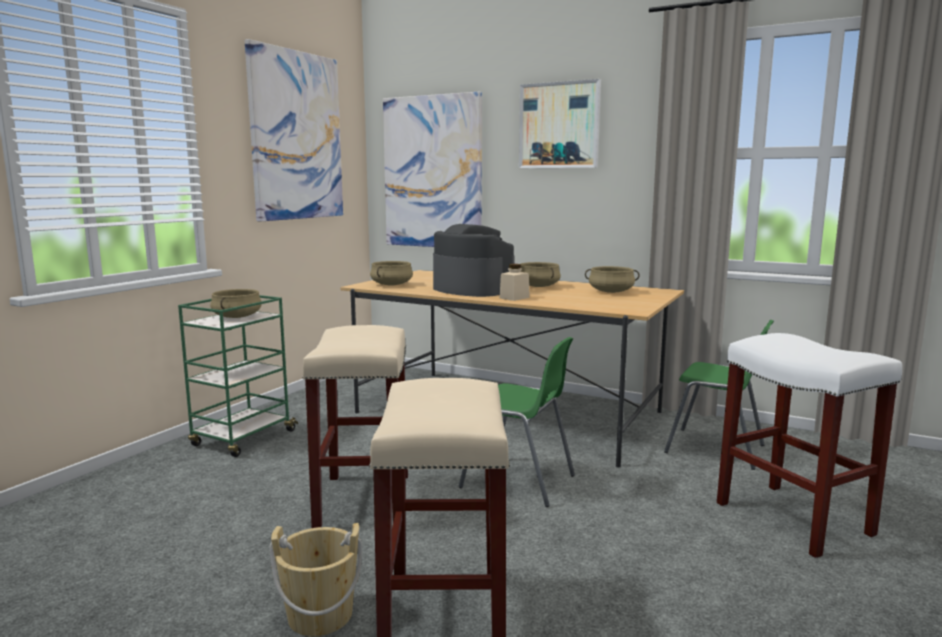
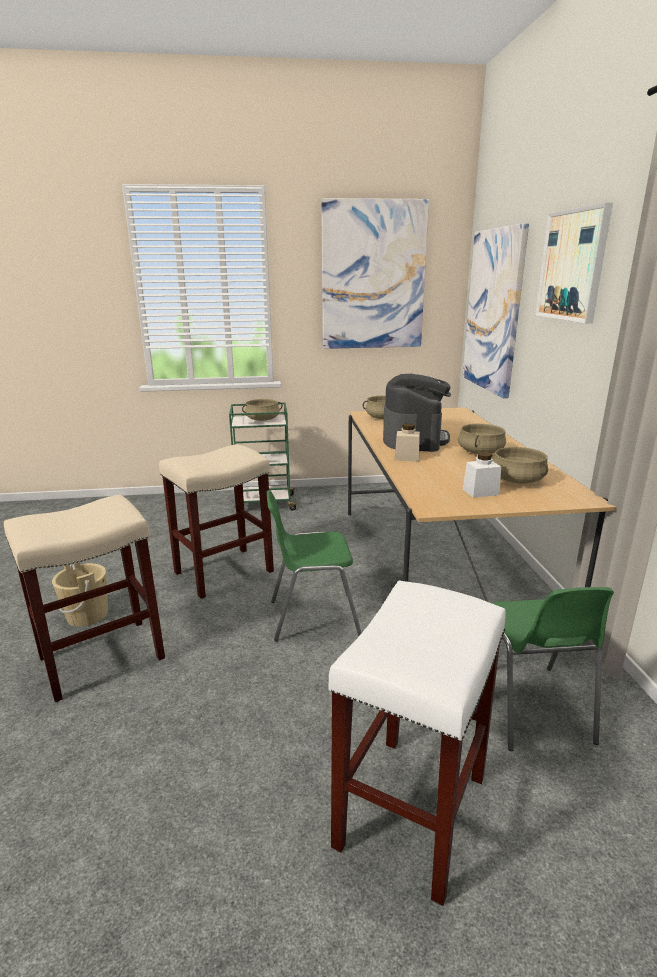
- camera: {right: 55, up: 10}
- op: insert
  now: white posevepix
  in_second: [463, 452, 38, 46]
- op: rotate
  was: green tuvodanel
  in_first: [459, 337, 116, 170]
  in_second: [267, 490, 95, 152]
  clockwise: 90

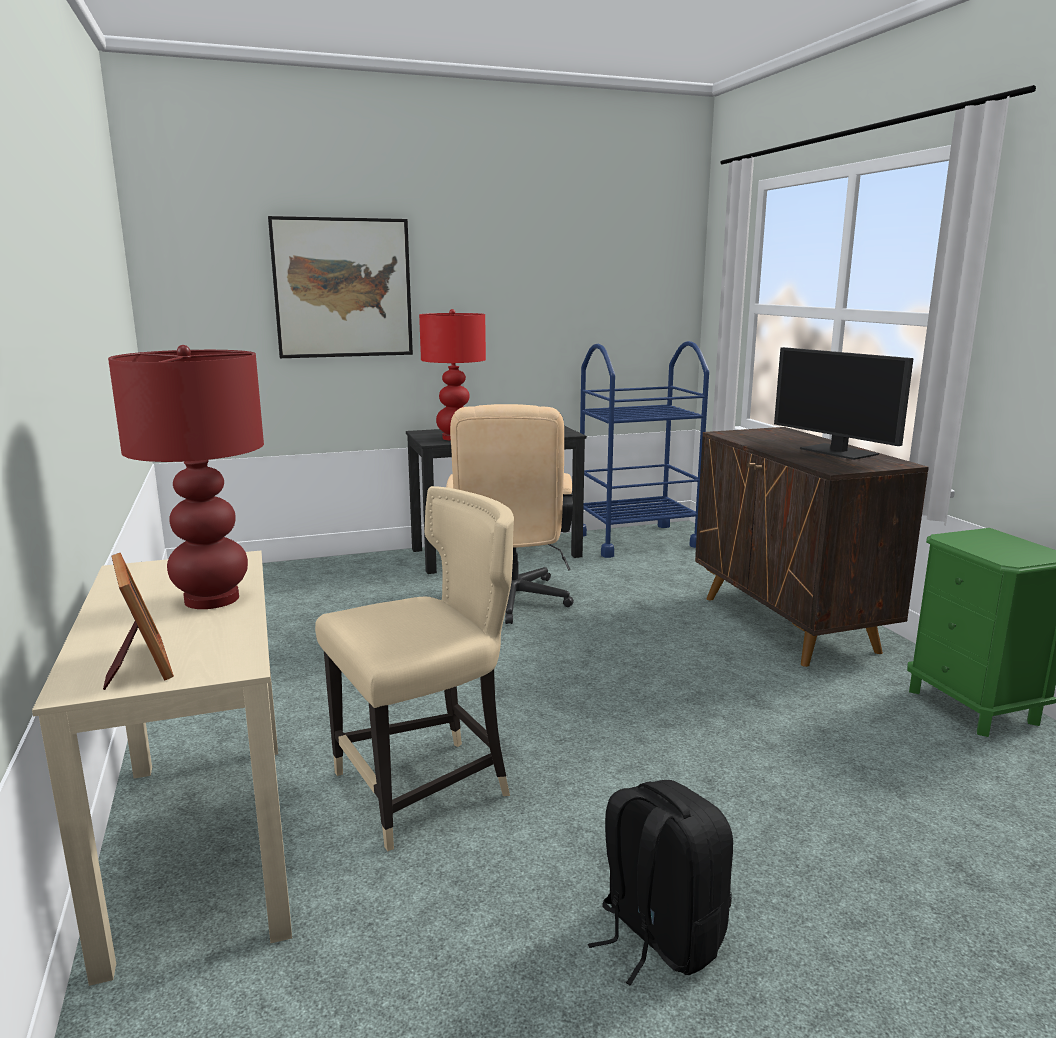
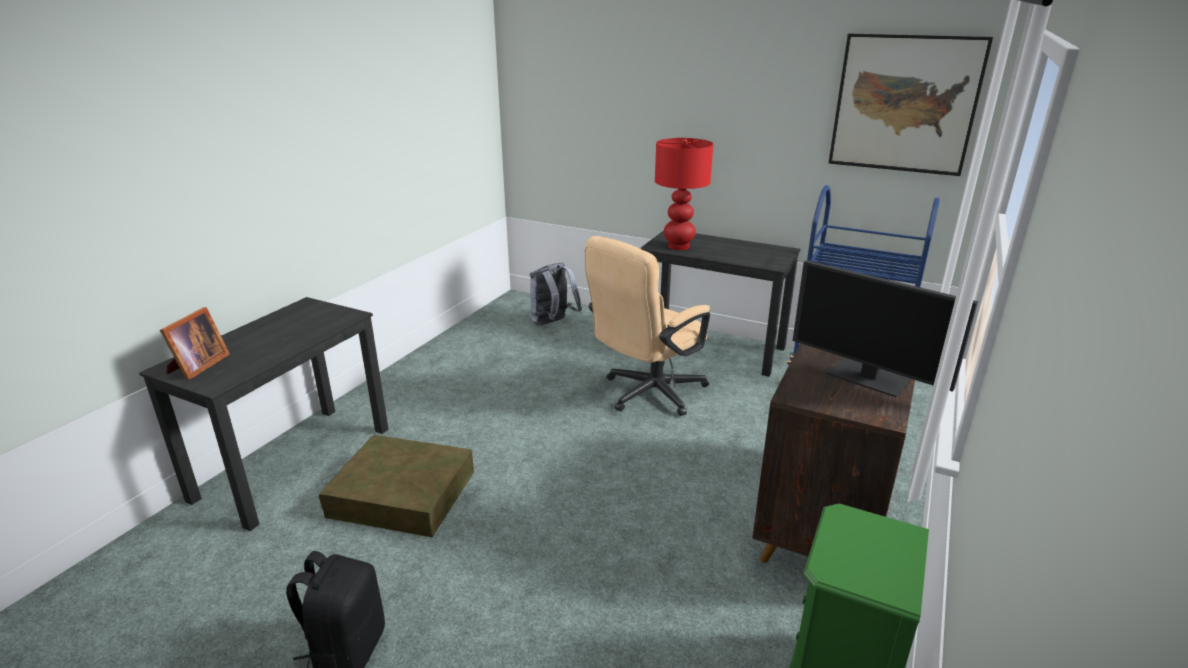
- camera: {right: 45, up: 10}
- op: delete
  was: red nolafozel
  in_first: [108, 345, 156, 264]
- op: insert
  now: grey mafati
  in_second: [530, 263, 52, 62]
- op: move
  was: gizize
  in_first: [268, 216, 145, 142]
  in_second: [829, 34, 164, 142]
- op: replace
  was: beige tuvodanel
  now: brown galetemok
  in_first: [315, 486, 199, 365]
  in_second: [319, 435, 155, 102]
- op: recolor
  was: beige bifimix
  now: black bifimix
  in_first: [32, 551, 260, 435]
  in_second: [139, 297, 249, 234]
- op: rotate
  was: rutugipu
  in_first: [774, 347, 140, 113]
  in_second: [793, 260, 185, 137]
  clockwise: -60

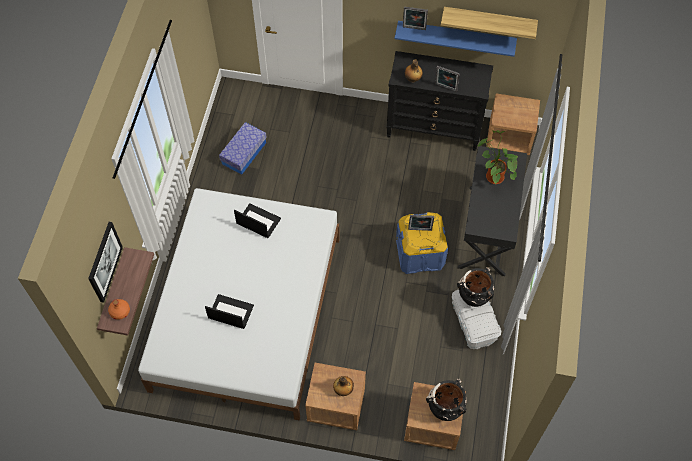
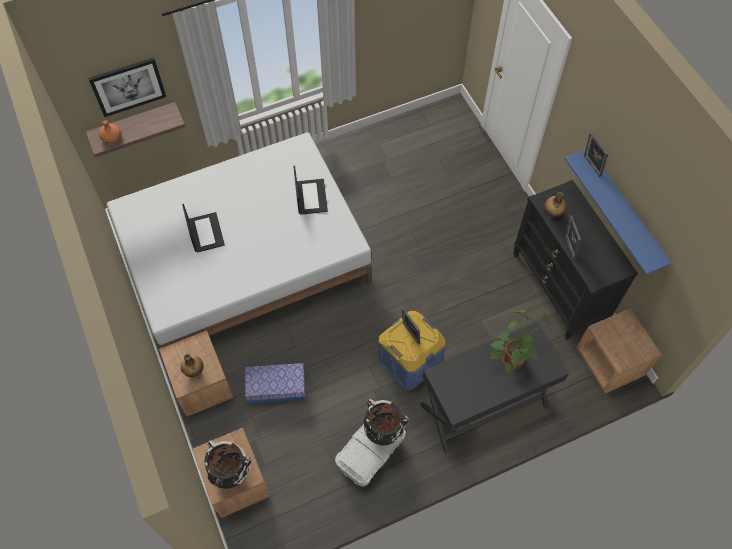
- camera: {right: 55, up: 0}
- op: delete
  was: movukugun
  in_first: [441, 7, 97, 32]
- op: move
  was: galetemok
  in_first: [219, 122, 48, 53]
  in_second: [245, 363, 60, 41]

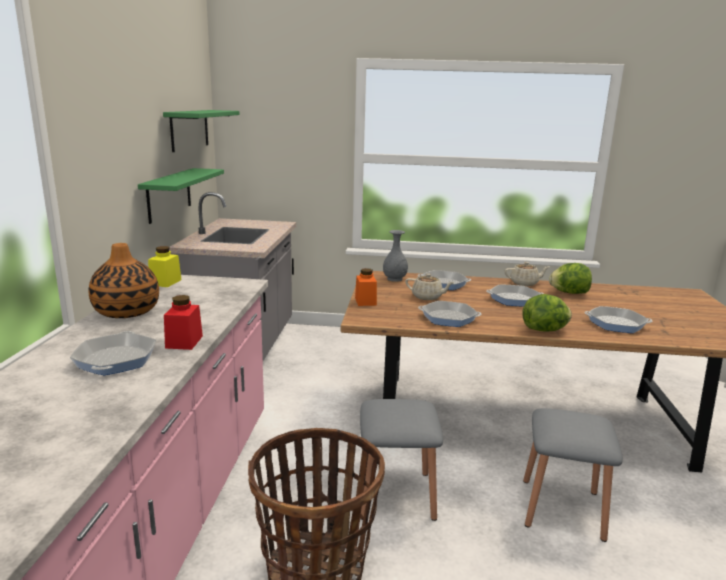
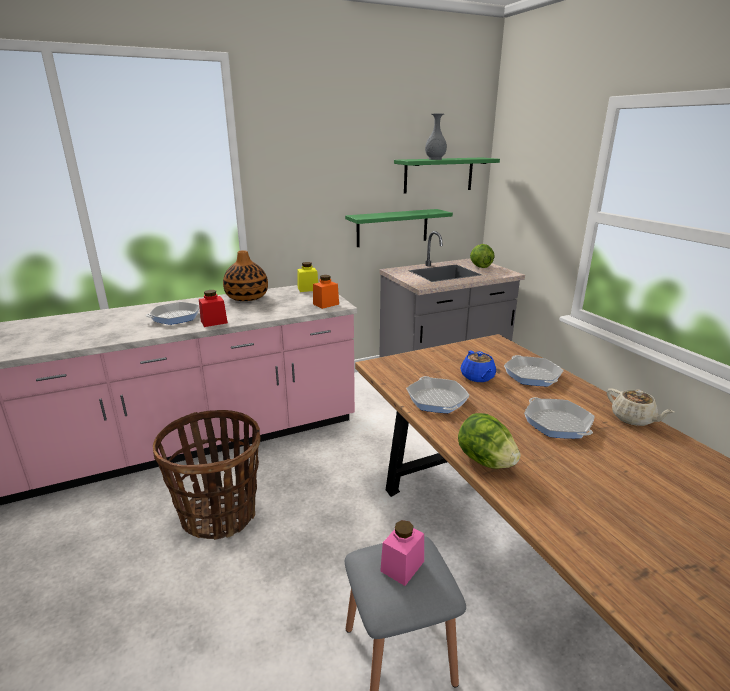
- camera: {right: 60, up: 5}
- op: delete
  was: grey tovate
  in_first: [360, 399, 83, 122]
- op: delete
  was: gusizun
  in_first: [584, 306, 69, 27]
- op: insert
  now: pink posevepix
  in_second: [380, 520, 44, 66]
- op: move
  was: orange posevepix
  in_first: [355, 268, 22, 38]
  in_second: [313, 275, 26, 34]
- op: move
  was: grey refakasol
  in_first: [383, 230, 25, 52]
  in_second: [425, 114, 22, 46]
- op: move
  was: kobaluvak
  in_first: [549, 263, 43, 31]
  in_second: [470, 244, 25, 24]
- op: recolor
  was: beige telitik
  now: blue telitik
  in_first: [405, 274, 50, 26]
  in_second: [461, 351, 35, 31]

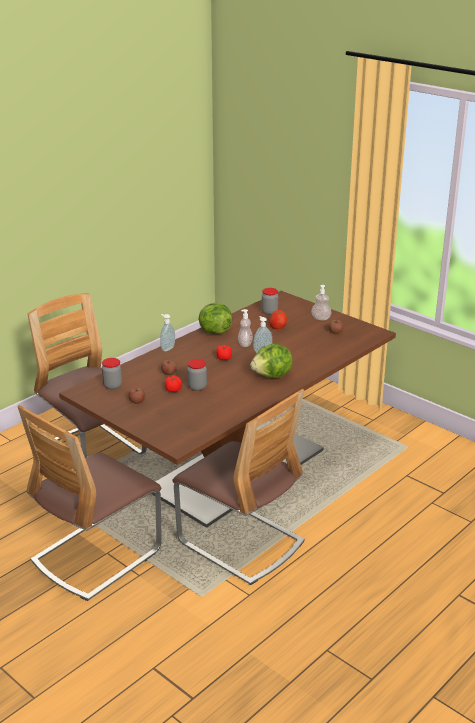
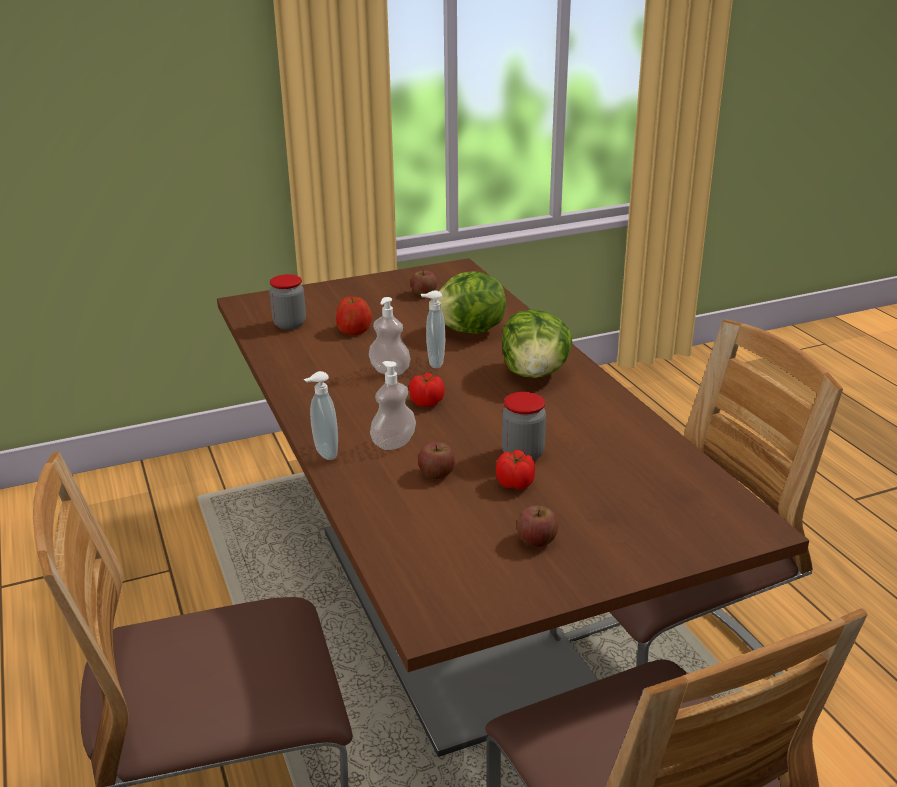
- camera: {right: -65, up: 0}
- op: delete
  was: posevepix
  in_first: [102, 358, 20, 31]
- op: move
  was: kobaluvak
  in_first: [199, 303, 33, 31]
  in_second: [429, 271, 77, 63]
- op: move
  was: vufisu
  in_first: [311, 285, 21, 35]
  in_second: [370, 361, 46, 89]

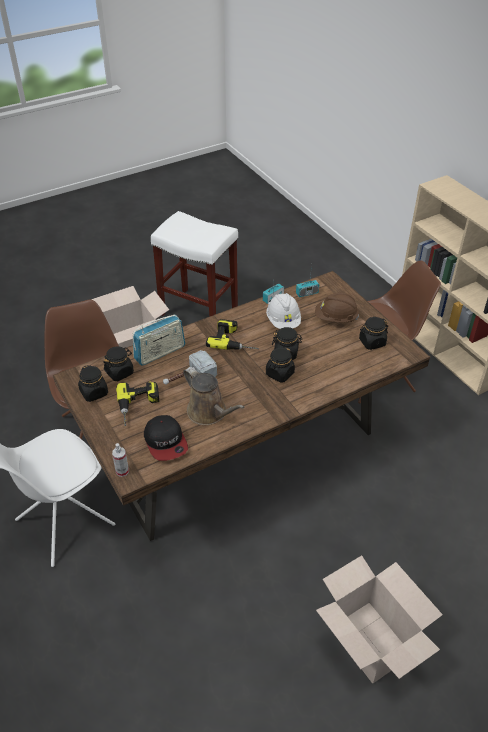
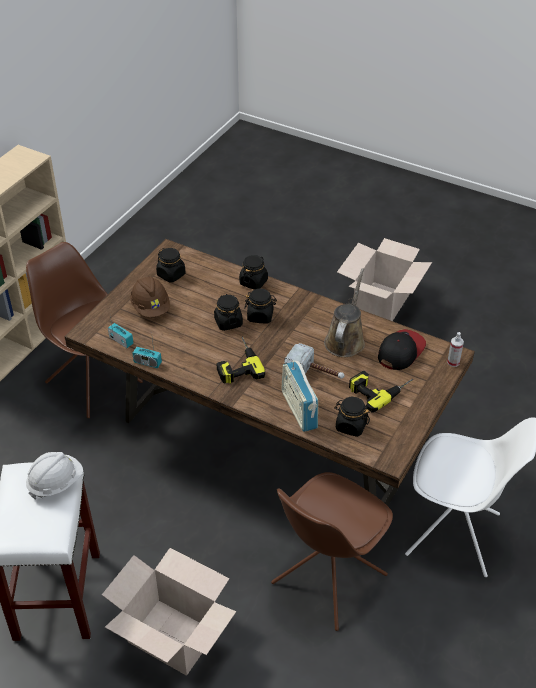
- camera: {right: -120, up: 0}
- op: move
  was: black posevepix
  in_first: [78, 365, 30, 37]
  in_second: [239, 255, 29, 35]
- op: move
  was: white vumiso
  in_first: [266, 293, 35, 36]
  in_second: [26, 452, 57, 47]
- op: rotate
  was: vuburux
  in_first: [133, 314, 52, 52]
  in_second: [281, 360, 37, 72]
  clockwise: -135

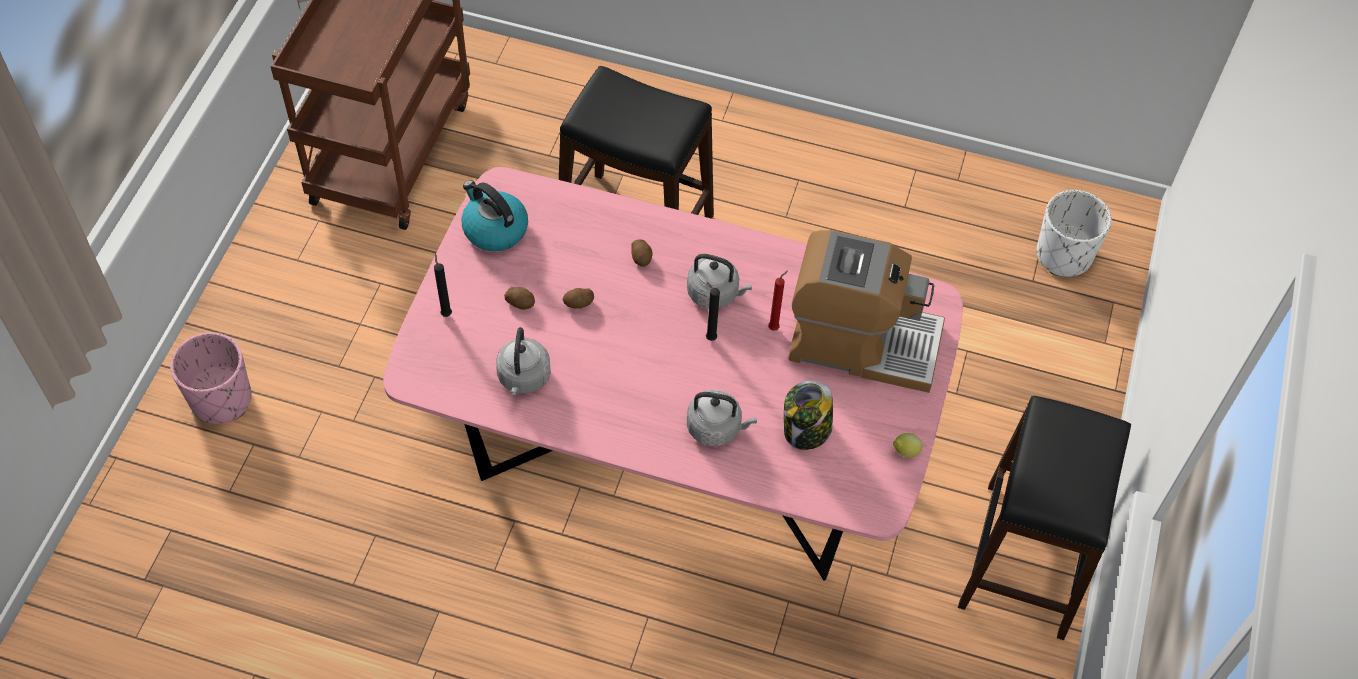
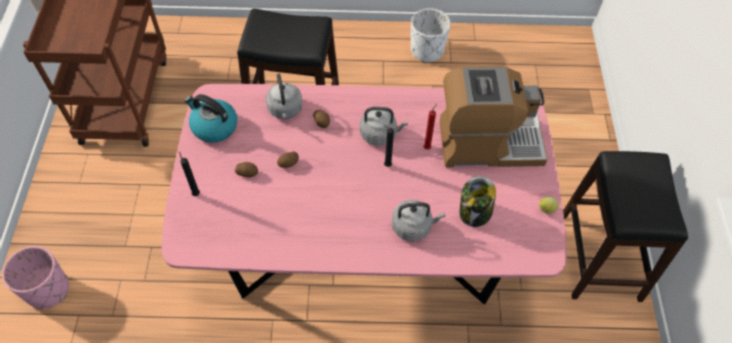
- camera: {right: -15, up: 0}
- op: move
  was: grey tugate
  in_first: [496, 327, 55, 68]
  in_second: [266, 73, 36, 46]
- op: move
  was: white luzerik
  in_first: [1037, 190, 75, 87]
  in_second: [411, 8, 40, 55]

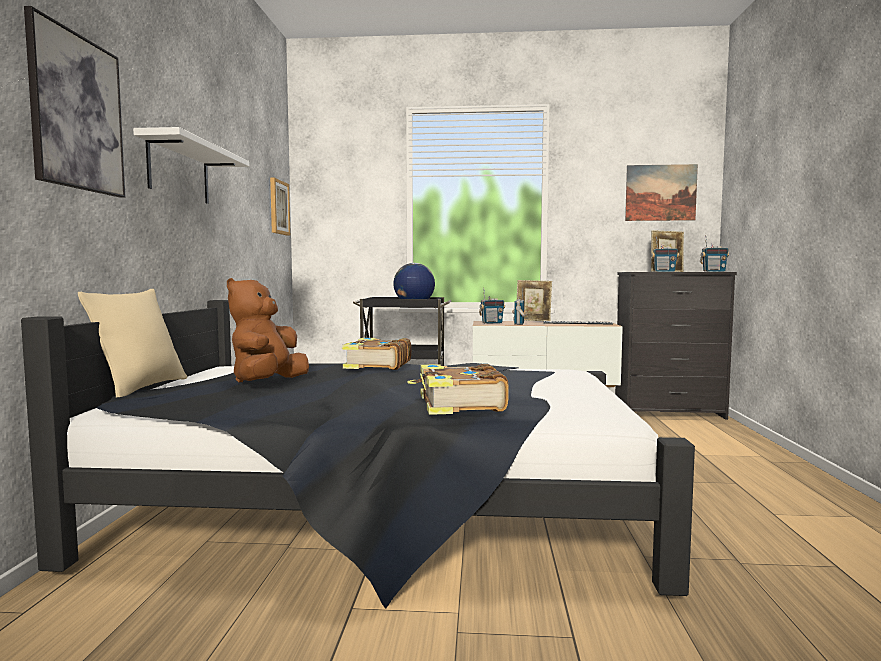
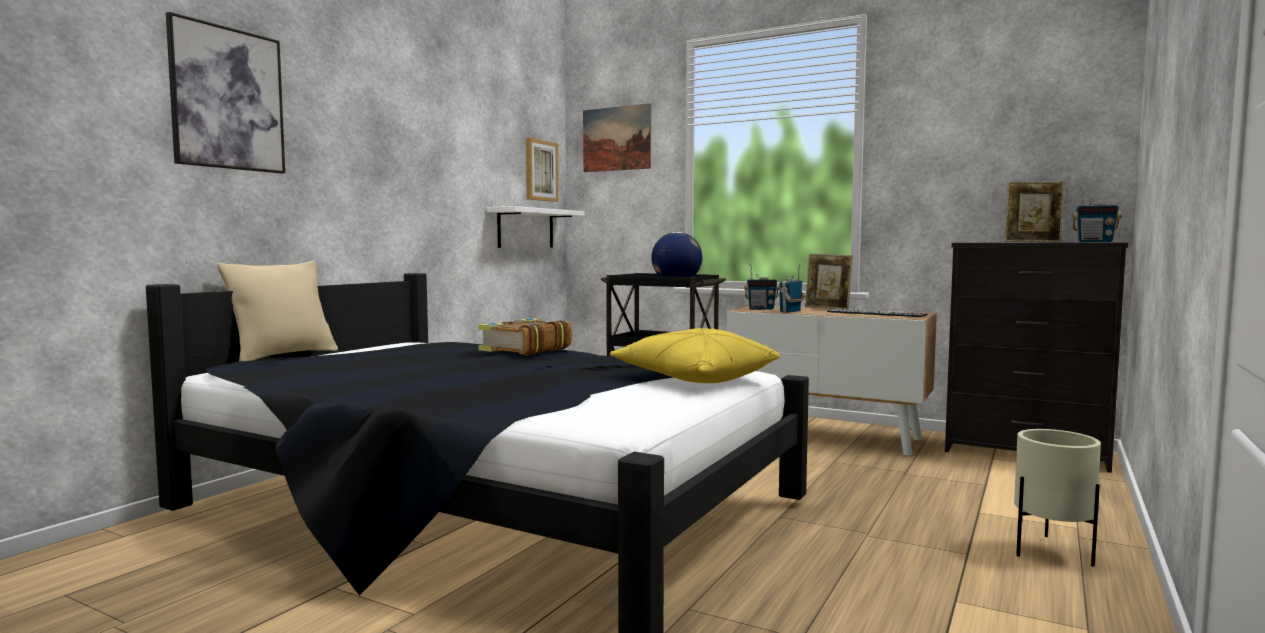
- camera: {right: 25, up: 0}
- op: delete
  was: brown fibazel
  in_first: [227, 278, 82, 105]
- op: delete
  was: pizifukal
  in_first: [407, 363, 102, 52]
- op: delete
  was: vuburux
  in_first: [651, 237, 29, 35]
- op: insert
  now: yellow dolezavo
  in_second: [610, 328, 170, 55]
- op: insert
  now: beige luzerik
  in_second: [1014, 429, 87, 138]
- op: move
  was: white movukugun
  in_first: [133, 127, 116, 77]
  in_second: [487, 206, 97, 42]
- op: move
  was: gizize
  in_first: [625, 164, 73, 57]
  in_second: [583, 103, 68, 69]

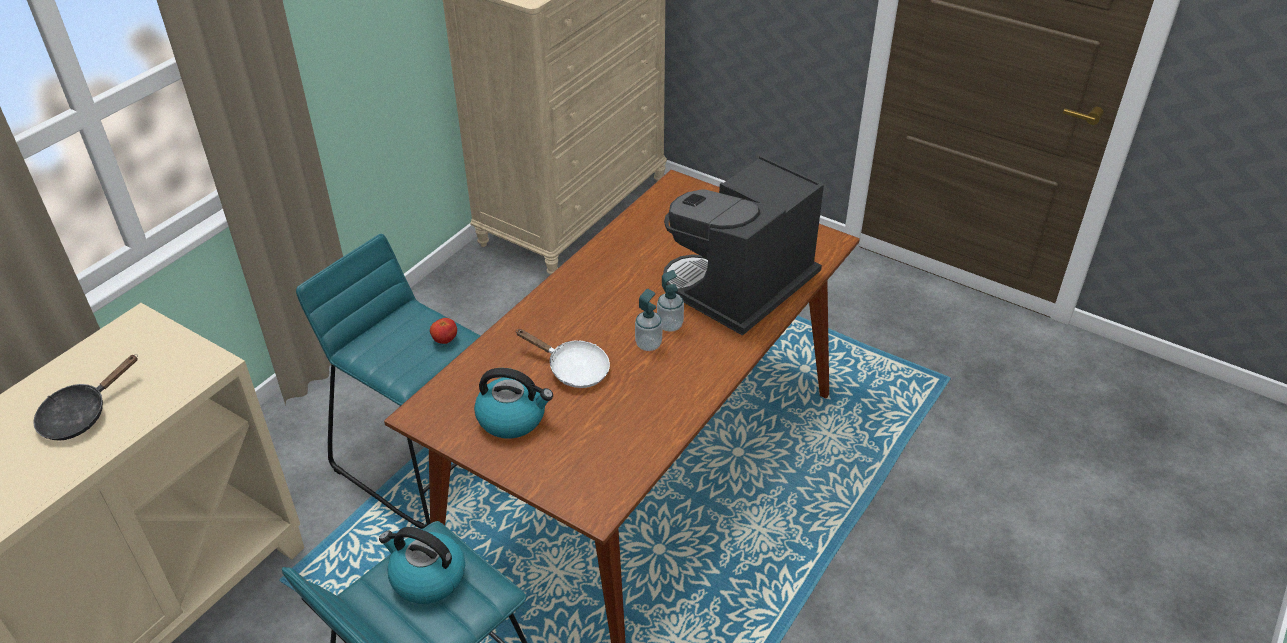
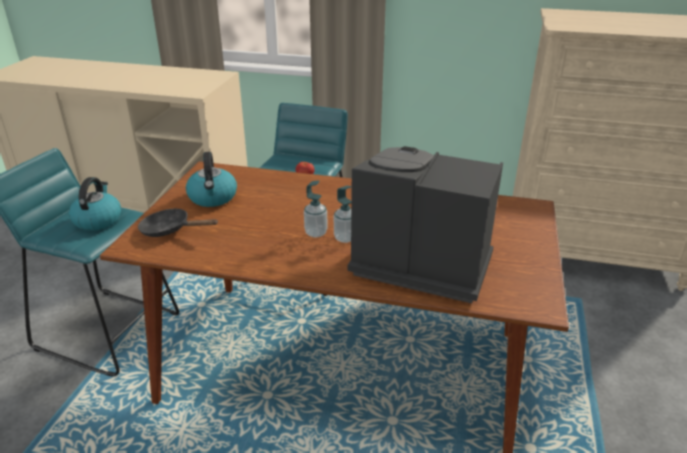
- camera: {right: 70, up: -10}
- op: delete
  was: white gusizun
  in_first: [517, 329, 93, 59]
- op: move
  was: black gusizun
  in_first: [33, 354, 105, 87]
  in_second: [138, 208, 80, 29]

